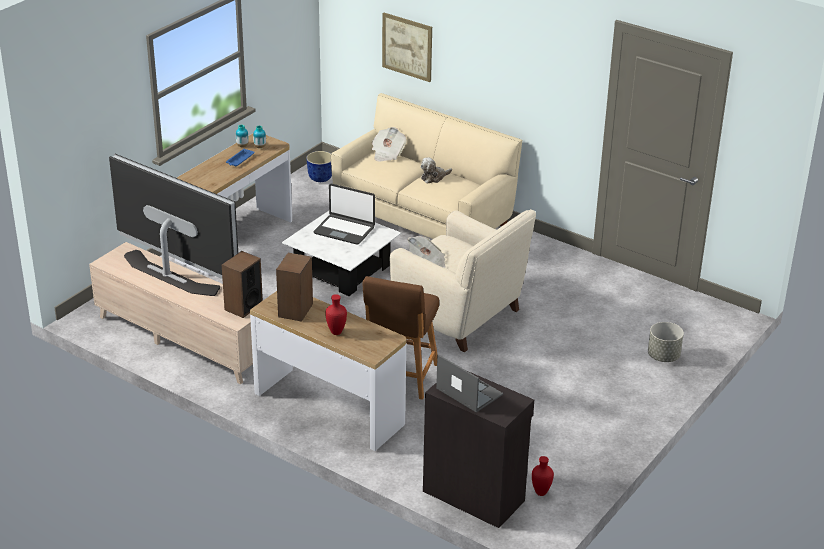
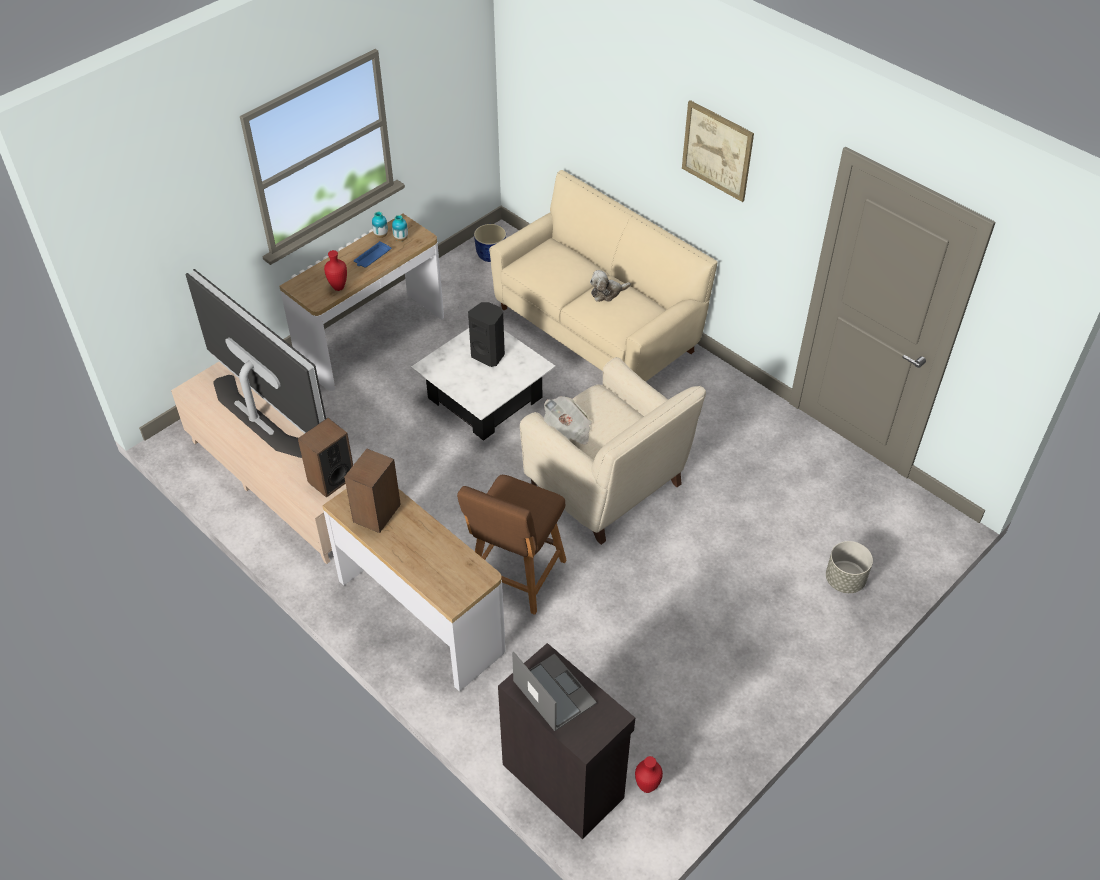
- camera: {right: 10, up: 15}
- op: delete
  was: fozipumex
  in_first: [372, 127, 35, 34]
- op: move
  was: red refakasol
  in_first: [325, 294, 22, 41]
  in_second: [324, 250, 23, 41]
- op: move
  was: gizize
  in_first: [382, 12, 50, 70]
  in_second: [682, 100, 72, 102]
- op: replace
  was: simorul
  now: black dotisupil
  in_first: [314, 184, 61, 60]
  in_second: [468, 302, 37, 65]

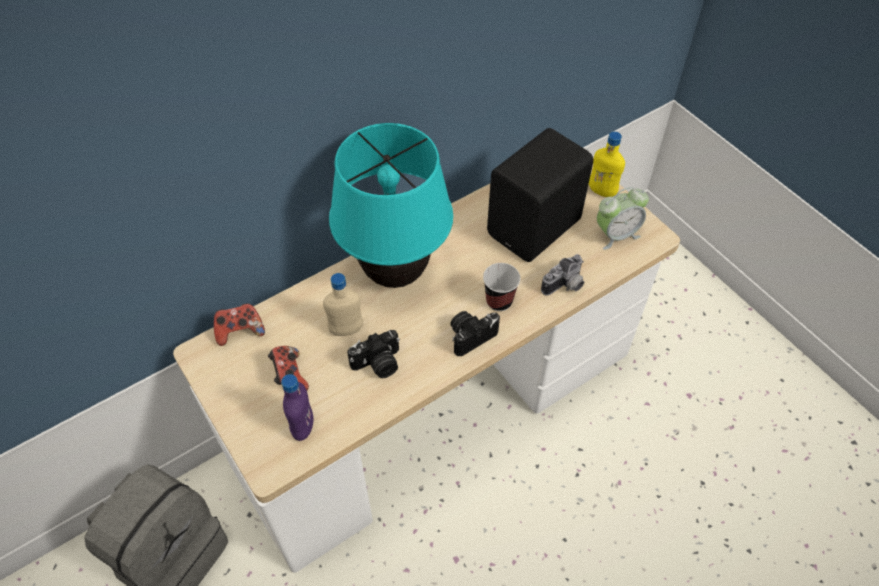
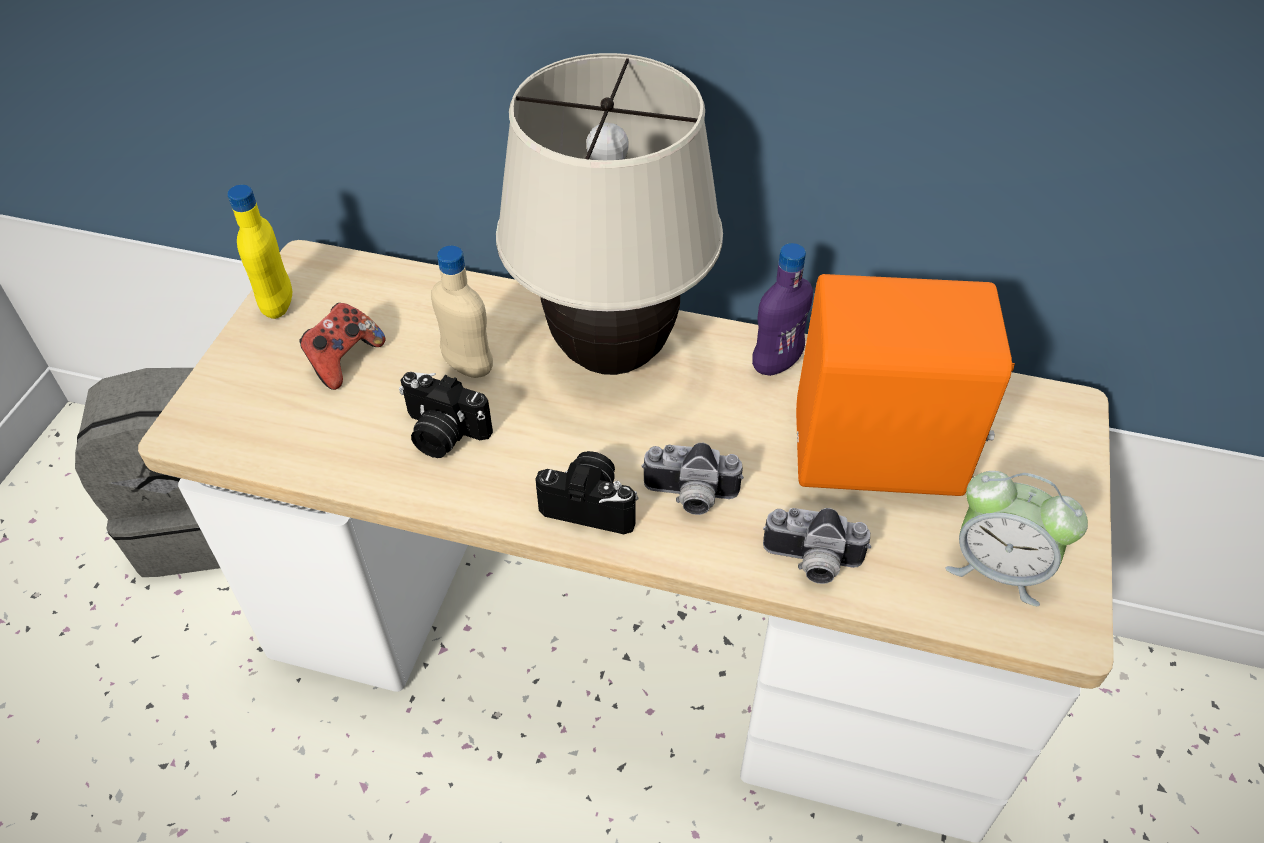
- camera: {right: 50, up: -5}
- op: delete
  was: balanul
  in_first: [214, 303, 51, 43]
- op: move
  was: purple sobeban
  in_first: [281, 374, 33, 67]
  in_second: [752, 243, 61, 133]
- op: move
  was: yellow sobeban
  in_first: [589, 131, 36, 66]
  in_second: [227, 185, 65, 134]
- op: replace
  was: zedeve
  now: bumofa
  in_first: [483, 263, 37, 48]
  in_second: [641, 443, 103, 72]
- op: recolor
  was: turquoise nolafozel
  now: beige nolafozel
  in_first: [329, 123, 124, 165]
  in_second: [496, 53, 227, 322]
- op: recolor
  was: black dotisupil
  now: orange dotisupil
  in_first: [487, 128, 106, 134]
  in_second: [796, 274, 219, 222]

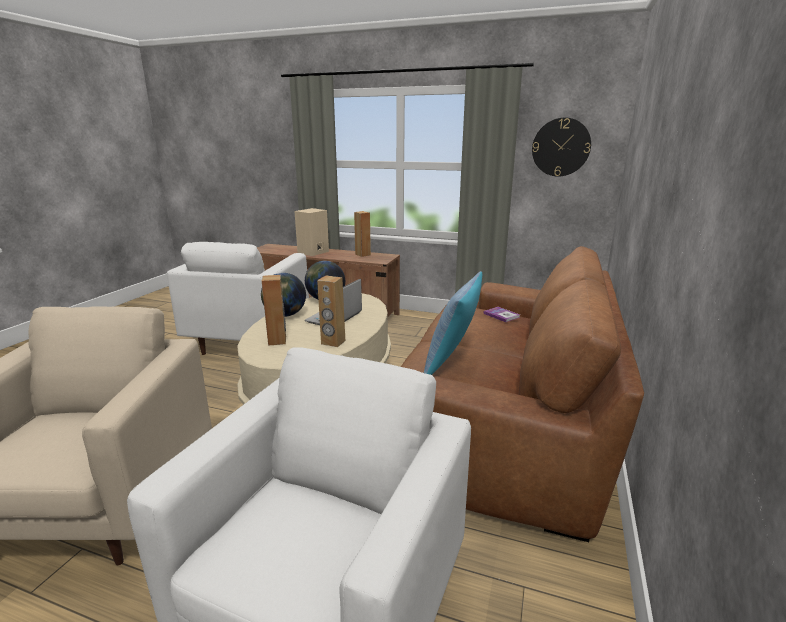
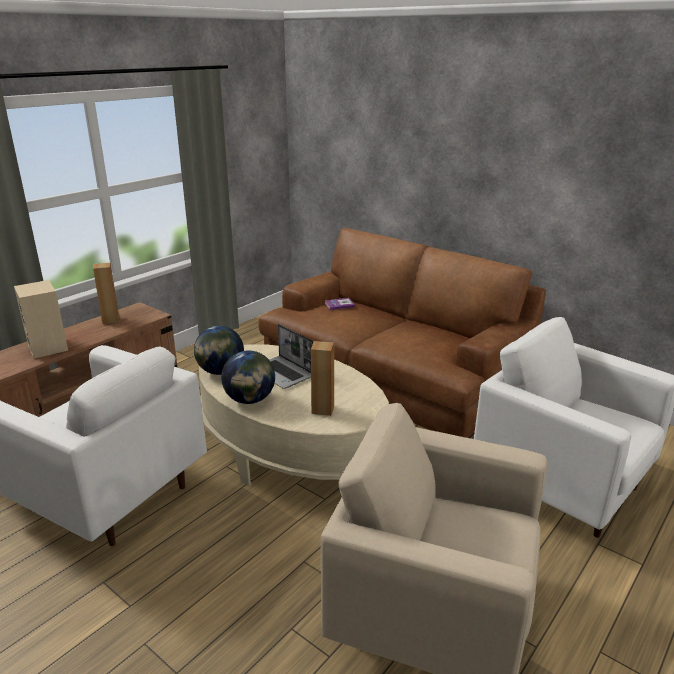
- camera: {right: -70, up: 5}
- op: delete
  was: brown dotisupil
  in_first: [317, 276, 28, 71]
- op: delete
  was: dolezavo
  in_first: [424, 271, 58, 104]
- op: delete
  was: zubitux
  in_first: [532, 118, 59, 59]

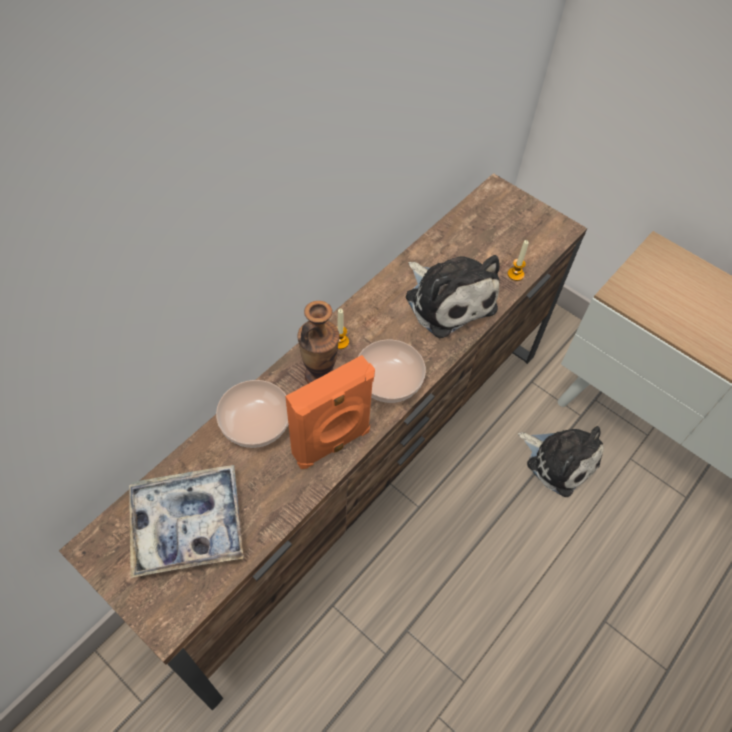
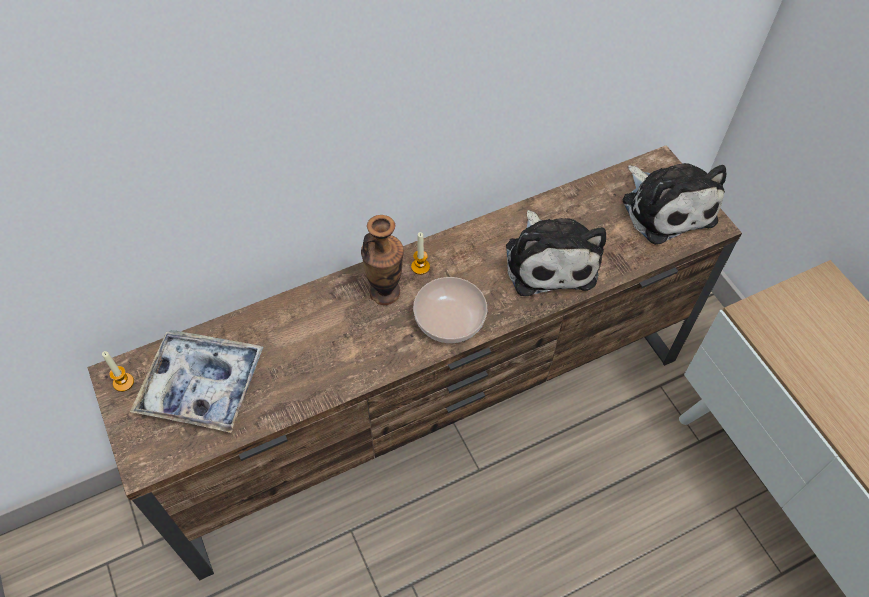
- camera: {right: 25, up: 0}
- op: delete
  was: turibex
  in_first: [216, 380, 72, 68]
- op: delete
  was: orange dotisupil
  in_first: [285, 355, 90, 114]
- op: move
  was: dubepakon
  in_first: [508, 240, 21, 41]
  in_second: [102, 351, 32, 41]
- op: move
  was: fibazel
  in_first: [518, 426, 86, 71]
  in_second: [622, 163, 104, 82]

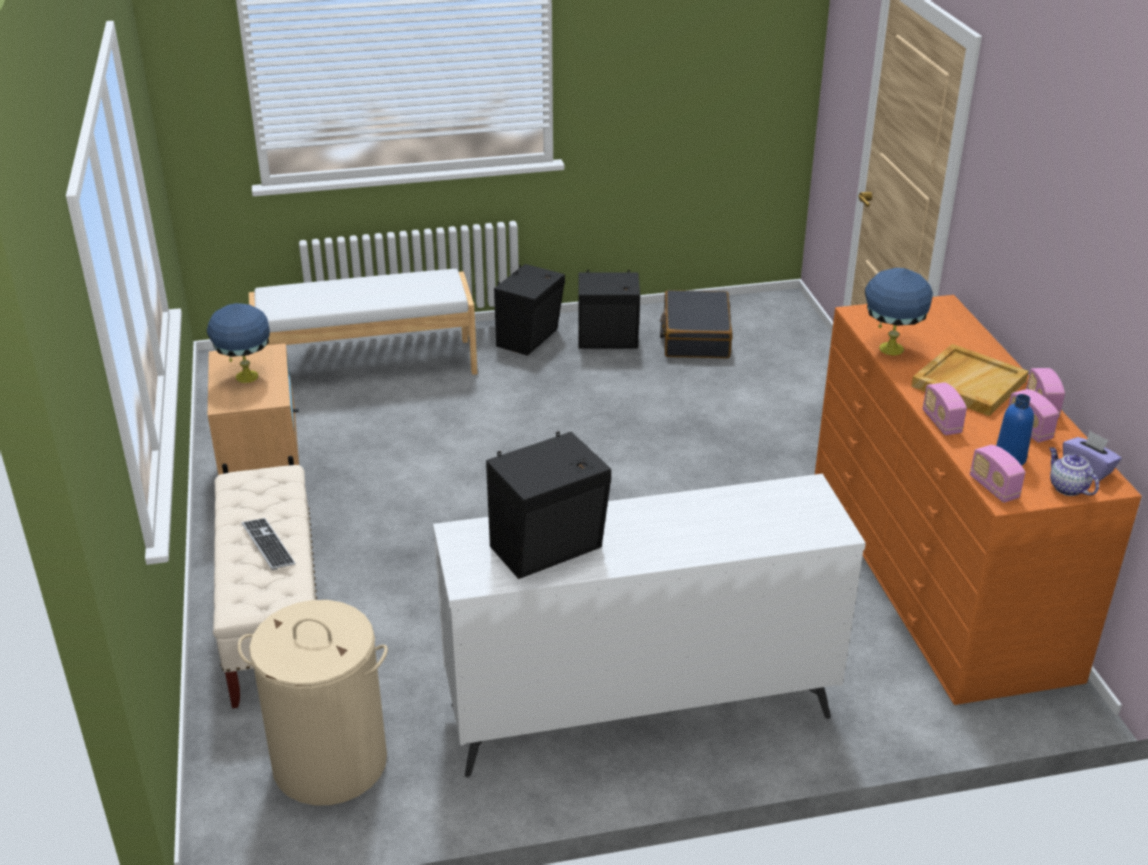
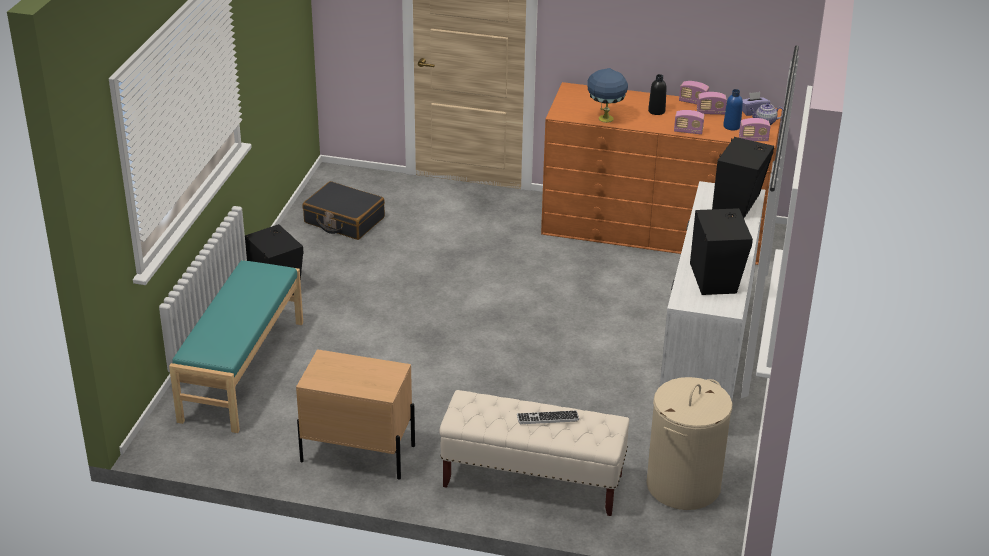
- camera: {right: -65, up: 0}
- op: delete
  was: blue nolafozel
  in_first: [207, 303, 63, 80]
- op: move
  was: black dotisupil
  in_first: [578, 270, 62, 78]
  in_second: [712, 137, 62, 81]
- op: replace
  was: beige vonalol
  now: black sobeban
  in_first: [911, 344, 118, 72]
  in_second: [648, 74, 19, 41]
- op: recolor
  was: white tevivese
  now: turquoise tevivese
  in_first: [249, 269, 229, 106]
  in_second: [169, 260, 134, 173]

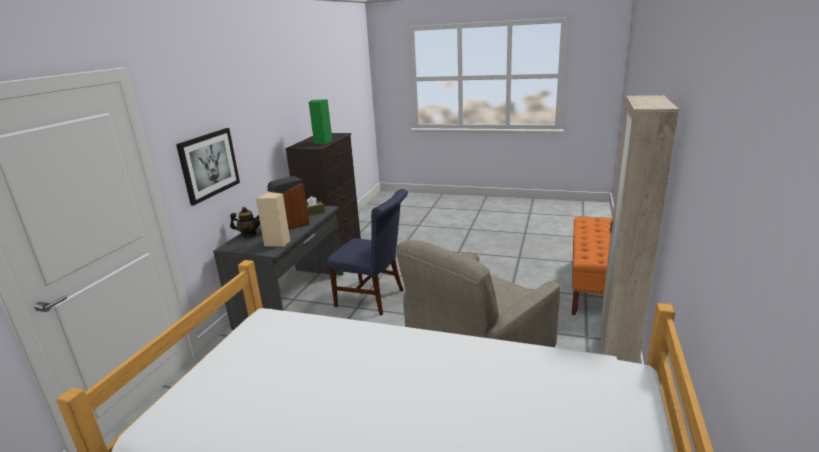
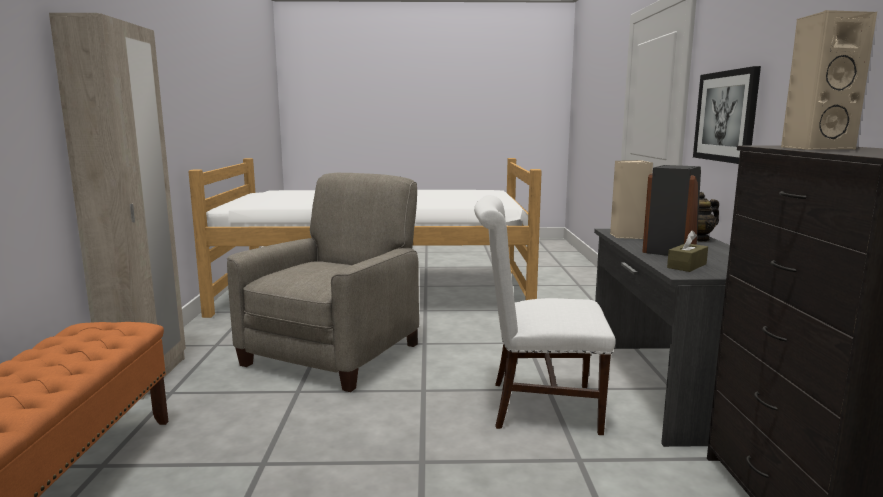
- camera: {right: 160, up: -10}
- op: recolor
  was: green dotisupil
  now: beige dotisupil
  in_first: [309, 99, 24, 45]
  in_second: [781, 10, 96, 140]
- op: recolor
  was: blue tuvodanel
  now: white tuvodanel
  in_first: [327, 189, 81, 126]
  in_second: [474, 195, 142, 240]

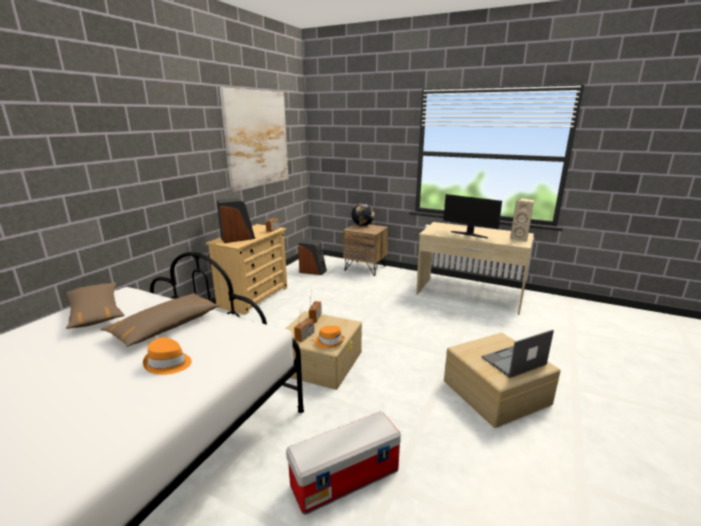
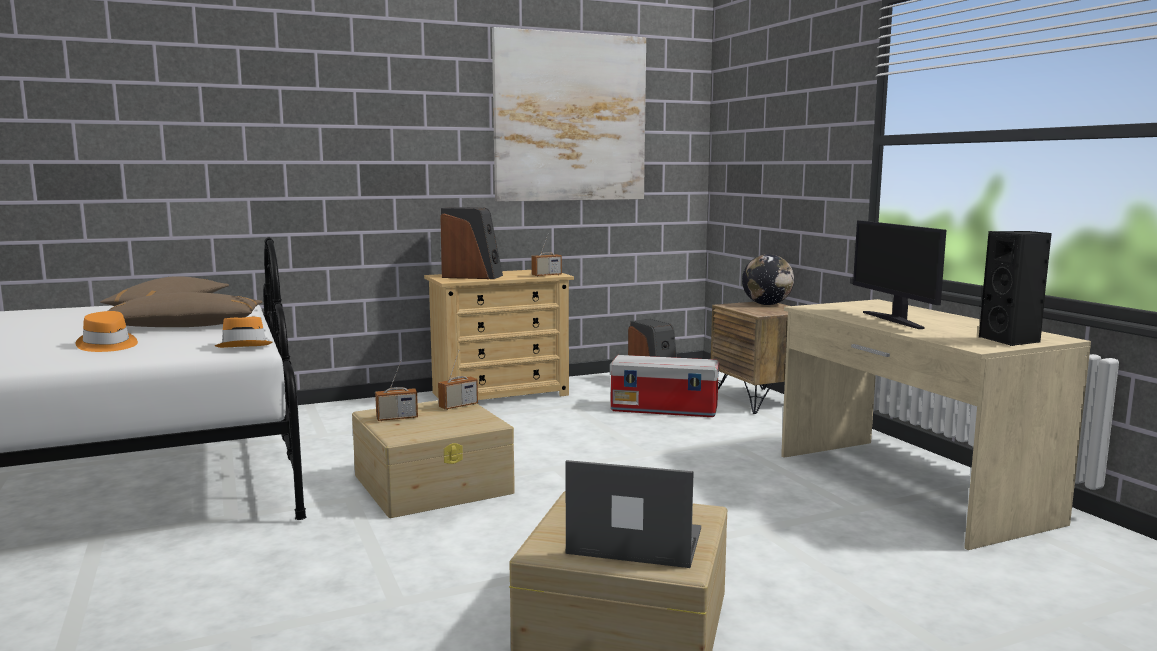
- camera: {right: 40, up: -10}
- op: move
  was: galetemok
  in_first: [286, 411, 115, 104]
  in_second: [610, 355, 109, 62]
- op: move
  was: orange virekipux
  in_first: [315, 326, 30, 22]
  in_second: [215, 317, 57, 31]
- op: recolor
  was: beige dotisupil
  now: black dotisupil
  in_first: [510, 198, 24, 43]
  in_second: [979, 231, 73, 115]

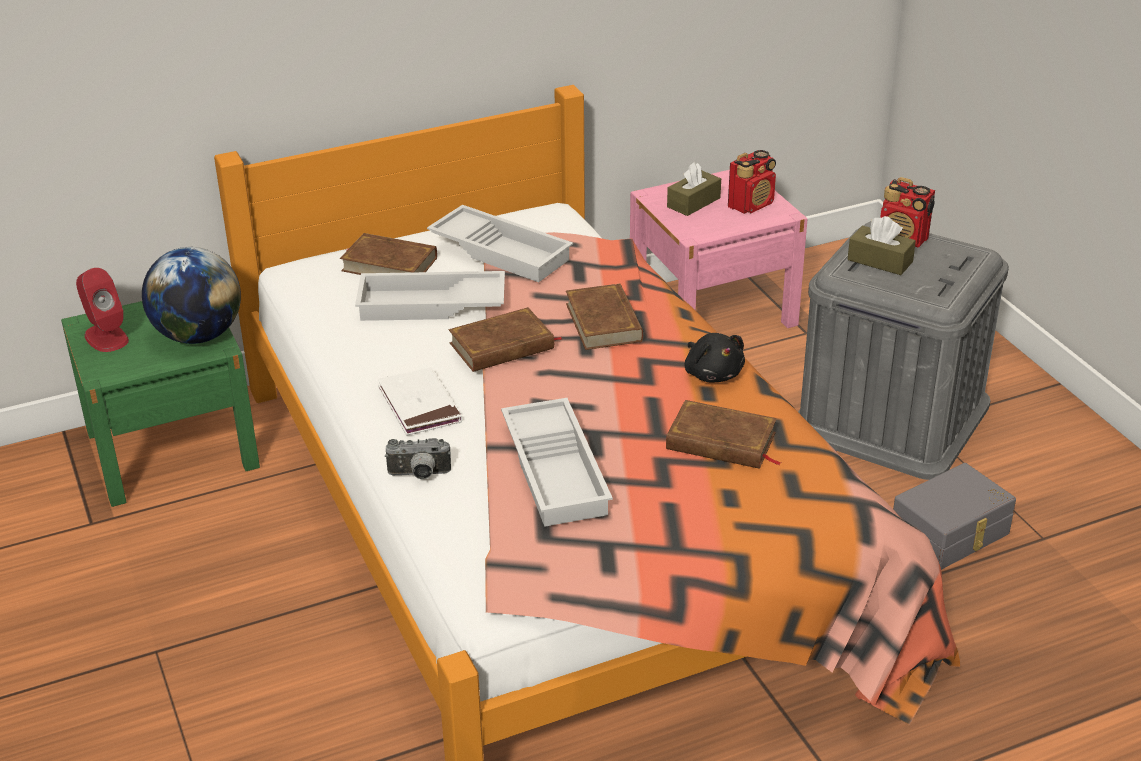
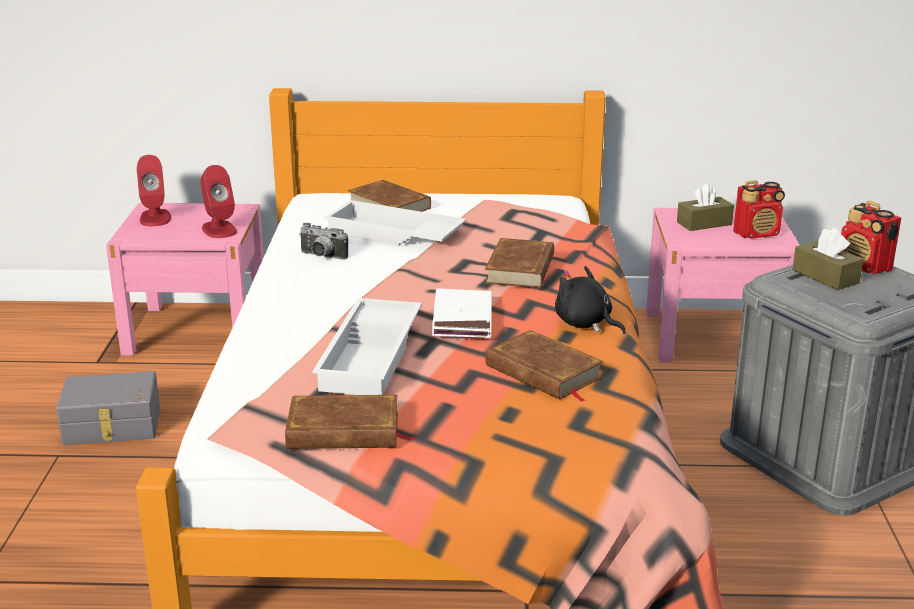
- camera: {right: 25, up: -10}
- op: delete
  was: white vonalol
  in_first: [427, 205, 146, 77]
- op: move
  was: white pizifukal
  in_first: [378, 368, 84, 68]
  in_second: [432, 288, 60, 50]
- op: move
  was: bumofa
  in_first: [385, 438, 66, 42]
  in_second: [299, 223, 49, 36]
- op: move
  was: brown pizifukal
  in_first: [449, 307, 112, 65]
  in_second: [285, 395, 132, 54]
- op: move
  was: grey galetemok
  in_first: [893, 463, 123, 107]
  in_second: [56, 371, 104, 74]
- op: replace
  was: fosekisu
  now: red dotisupil
  in_first: [142, 247, 99, 97]
  in_second: [200, 165, 37, 73]
- op: recolor
  was: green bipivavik
  now: pink bipivavik
  in_first: [61, 301, 199, 206]
  in_second: [106, 203, 158, 153]
- op: rotate
  was: black fibazel
  in_first: [685, 333, 60, 50]
  in_second: [555, 266, 71, 68]
  clockwise: 135

